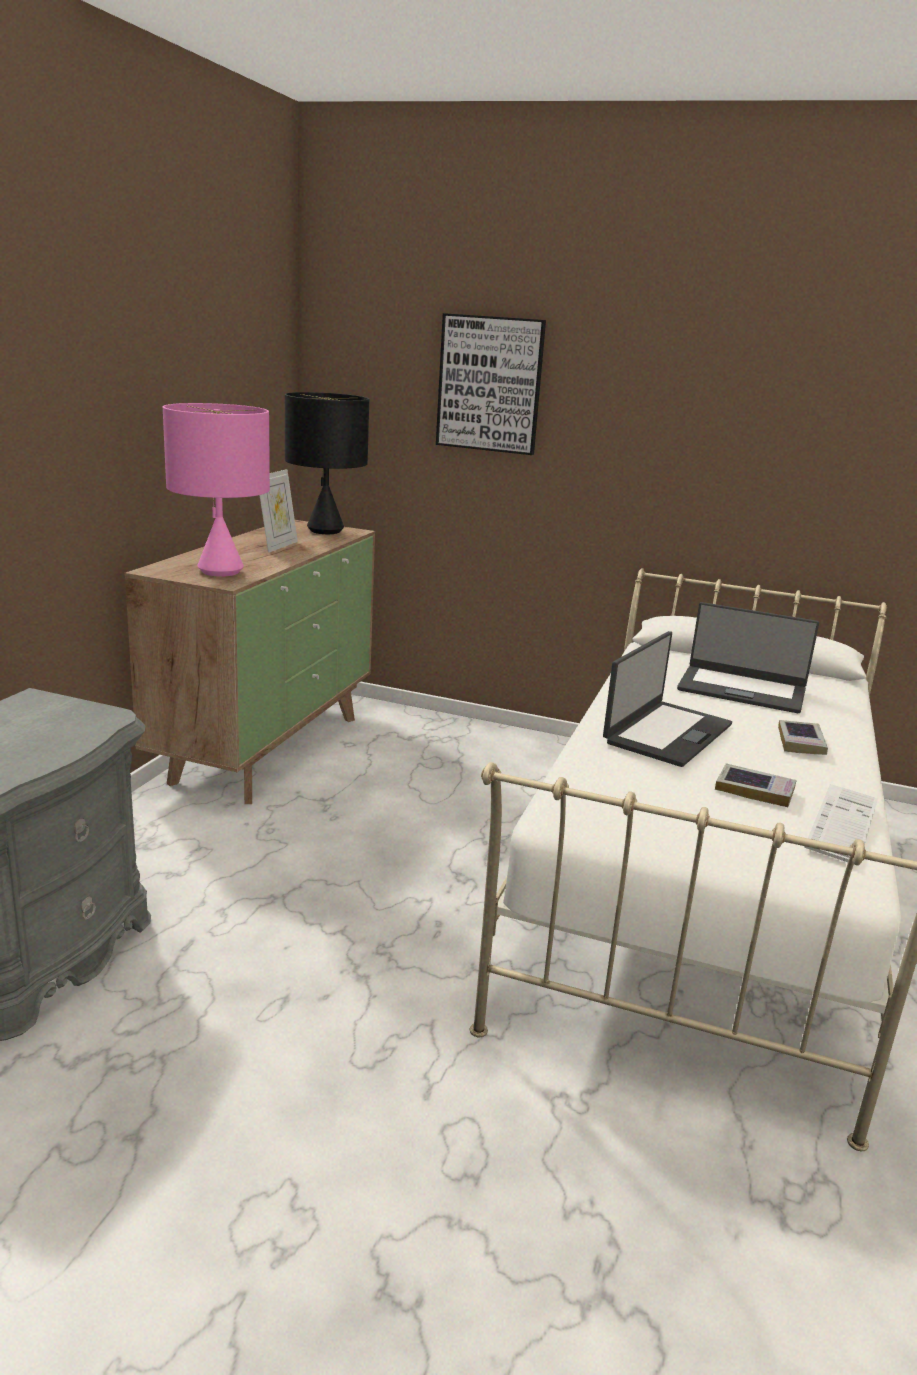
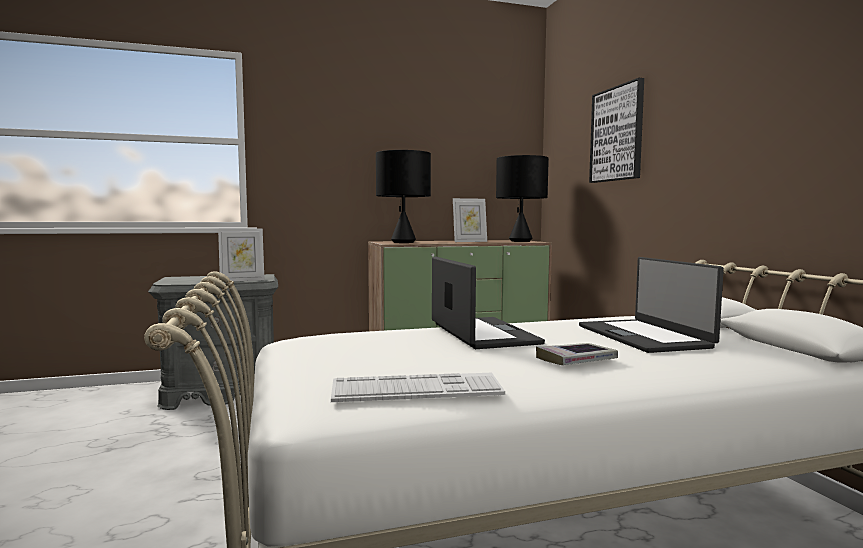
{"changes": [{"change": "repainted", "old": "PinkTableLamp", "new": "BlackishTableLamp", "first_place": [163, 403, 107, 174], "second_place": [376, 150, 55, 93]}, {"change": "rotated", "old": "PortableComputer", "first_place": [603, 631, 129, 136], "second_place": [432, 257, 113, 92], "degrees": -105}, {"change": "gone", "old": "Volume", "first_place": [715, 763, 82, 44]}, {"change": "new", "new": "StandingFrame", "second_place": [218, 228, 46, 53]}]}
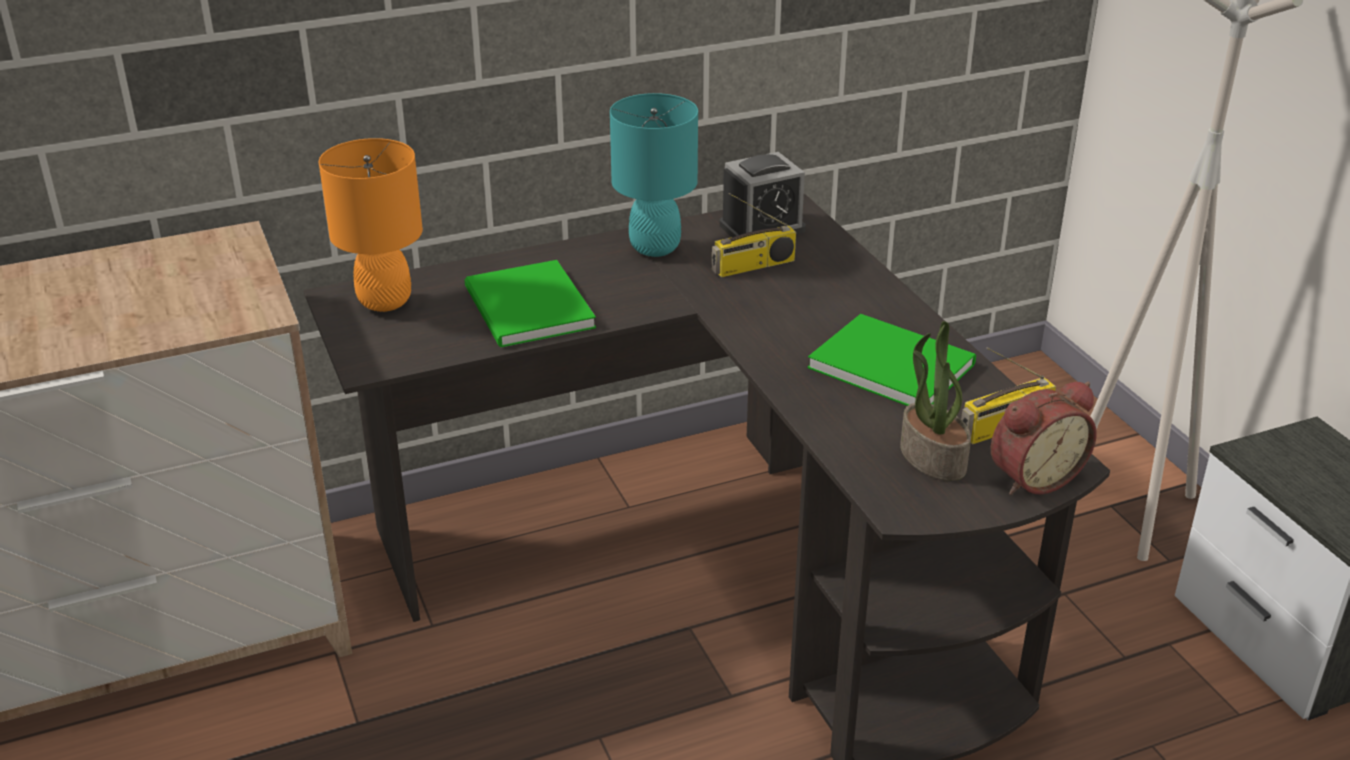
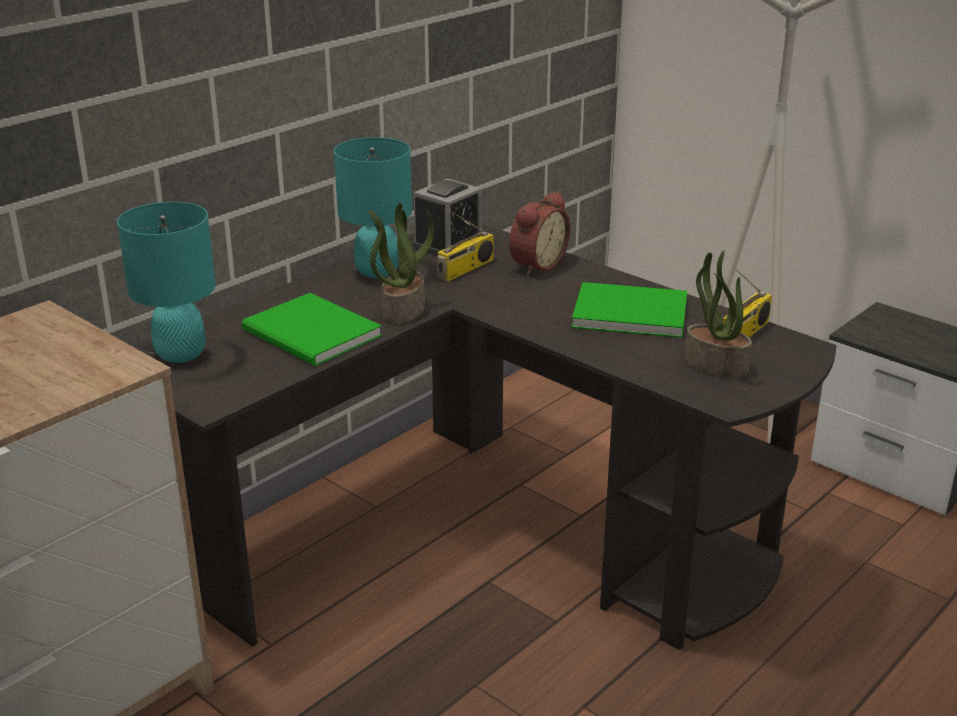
{"changes": [{"change": "repainted", "old": "OrangeTableLamp", "new": "TurquoiseColouredTableLamp", "first_place": [319, 138, 104, 174], "second_place": [117, 202, 99, 161]}, {"change": "shifted", "old": "BedsideClock", "first_place": [991, 382, 106, 113], "second_place": [509, 191, 61, 84]}, {"change": "new", "new": "PottedPlant", "second_place": [369, 203, 65, 121]}]}
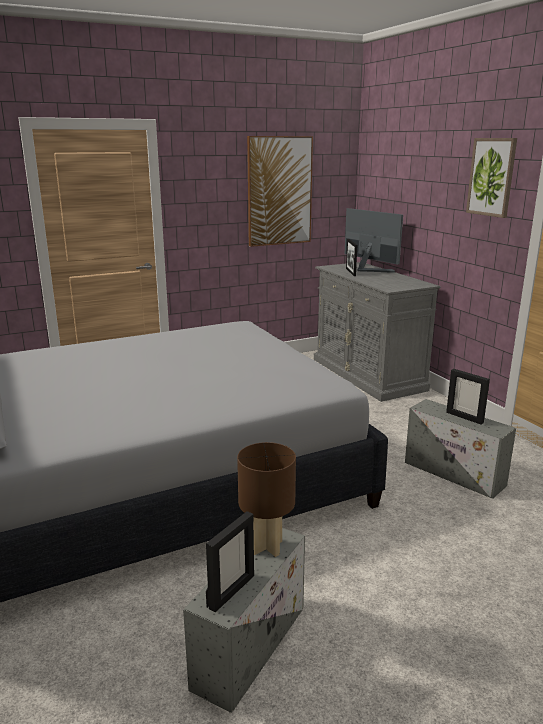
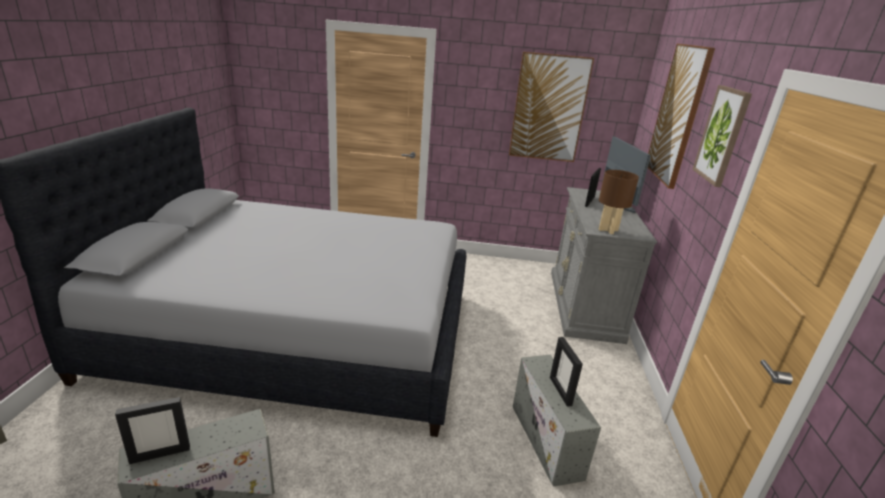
{"changes": [{"change": "shifted", "old": "BrownColouredTableLamp", "first_place": [237, 442, 59, 115], "second_place": [599, 170, 40, 64]}, {"change": "new", "new": "WallPicture", "second_place": [648, 44, 67, 145]}]}
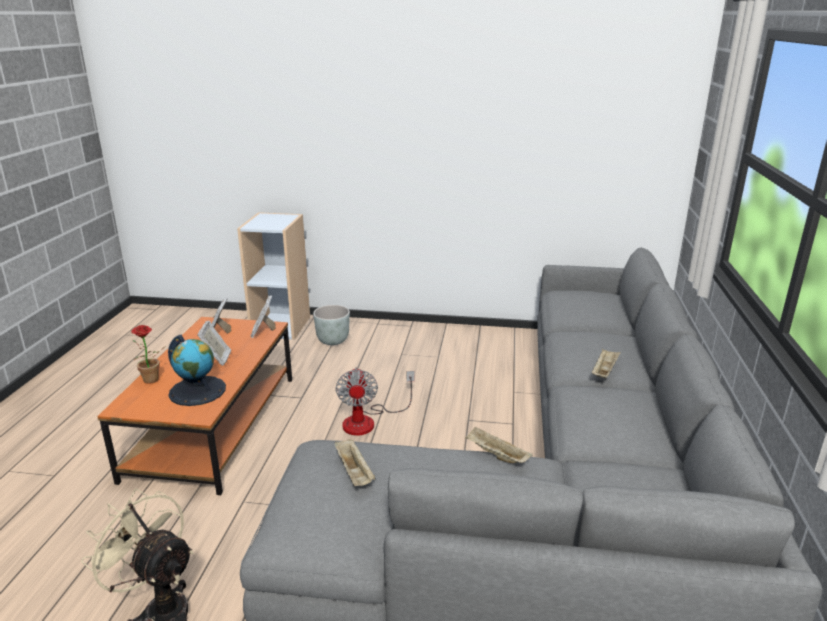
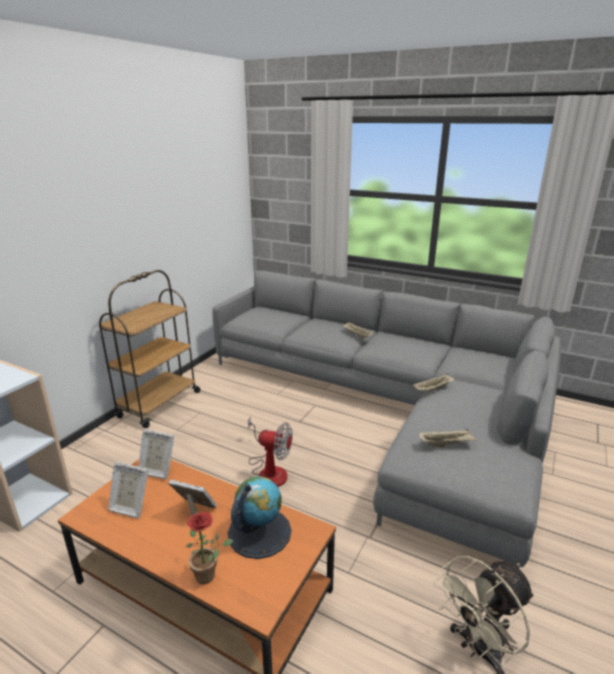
{"changes": [{"change": "gone", "old": "GreyFlowerPot", "first_place": [313, 305, 37, 40]}, {"change": "new", "new": "BrownColouredCart", "second_place": [99, 270, 102, 158]}]}
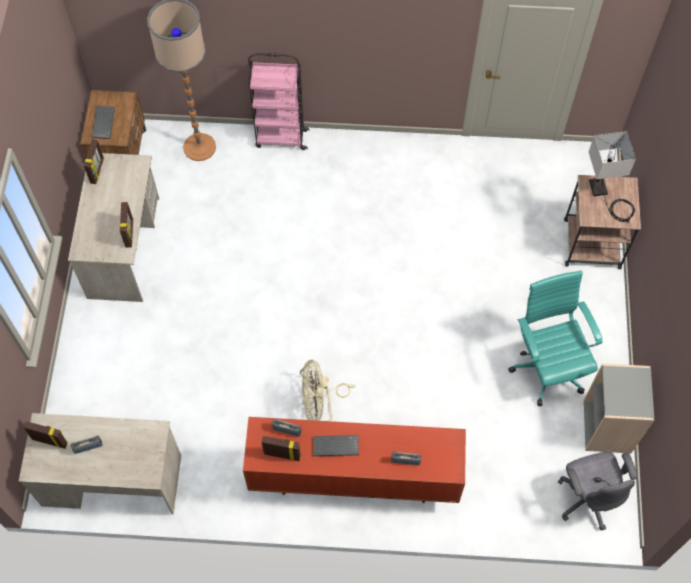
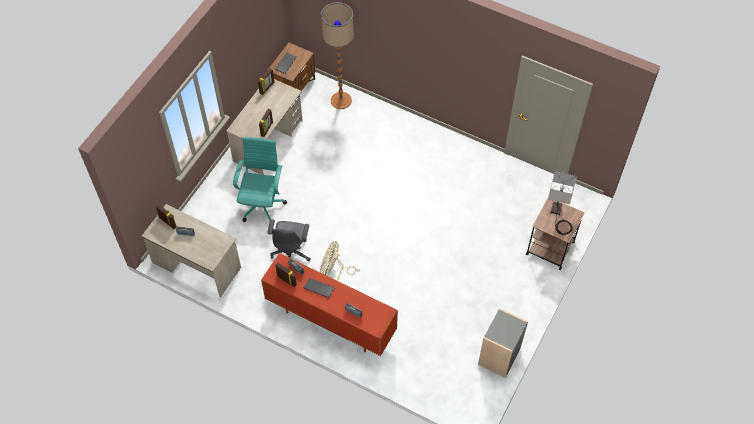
{"changes": [{"change": "gone", "old": "PinkCart", "first_place": [248, 53, 61, 97]}, {"change": "shifted", "old": "TurquoiseColouredOfficeChair", "first_place": [508, 271, 95, 135], "second_place": [233, 137, 54, 86]}, {"change": "shifted", "old": "GreyOfficeChair", "first_place": [558, 451, 80, 80], "second_place": [268, 219, 43, 42]}]}
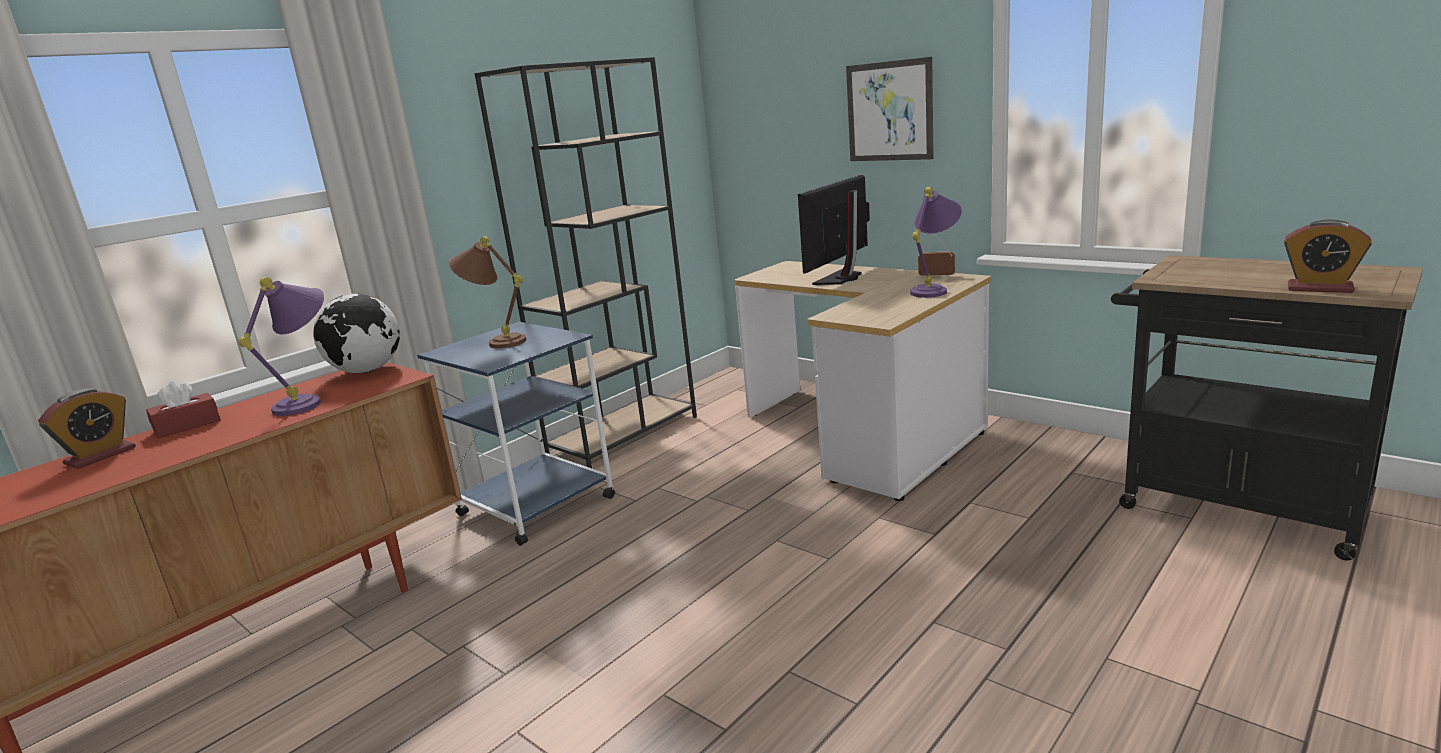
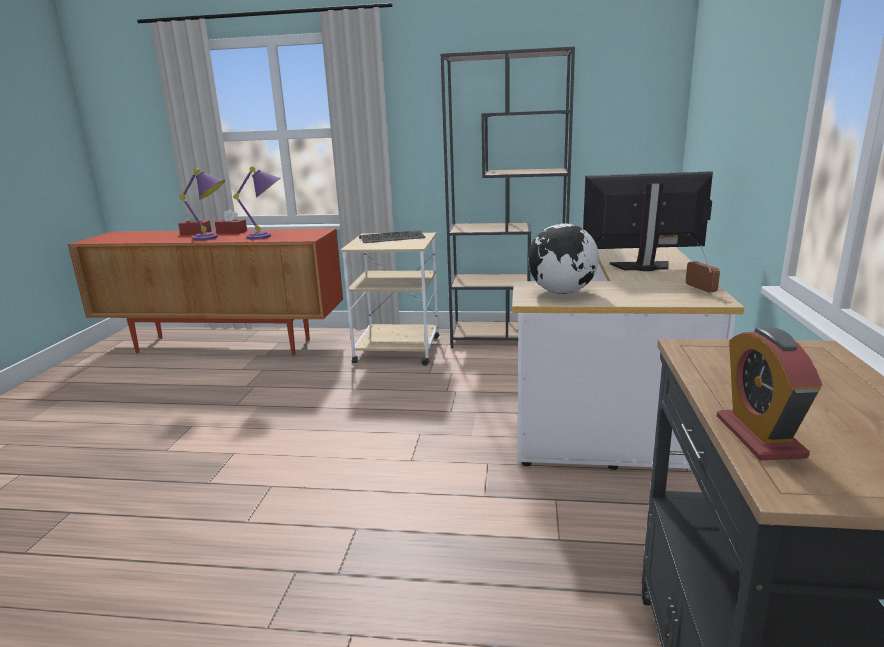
{"changes": [{"change": "swapped", "old": "BedsideClock", "new": "ReddishTissueBox", "first_place": [38, 388, 98, 81], "second_place": [178, 211, 33, 24]}, {"change": "shifted", "old": "Globe", "first_place": [313, 294, 87, 79], "second_place": [528, 223, 71, 71]}, {"change": "repainted", "old": "BlueCart", "new": "SandColouredCart", "first_place": [417, 322, 198, 224], "second_place": [340, 233, 99, 133]}, {"change": "swapped", "old": "BrownColouredTableLamp", "new": "PcKeyboard", "first_place": [449, 236, 77, 112], "second_place": [359, 230, 66, 13]}, {"change": "gone", "old": "WallPicture", "first_place": [846, 57, 88, 104]}, {"change": "shifted", "old": "PurplishTableLamp", "first_place": [910, 187, 52, 111], "second_place": [179, 168, 46, 73]}]}
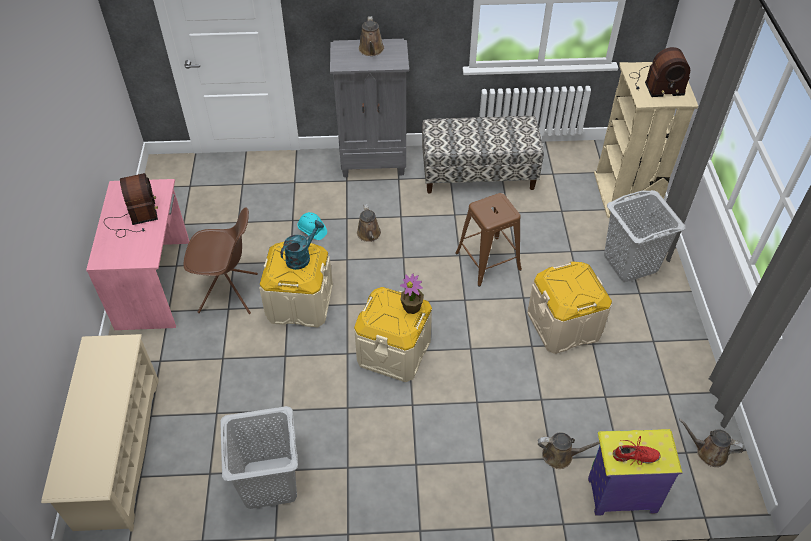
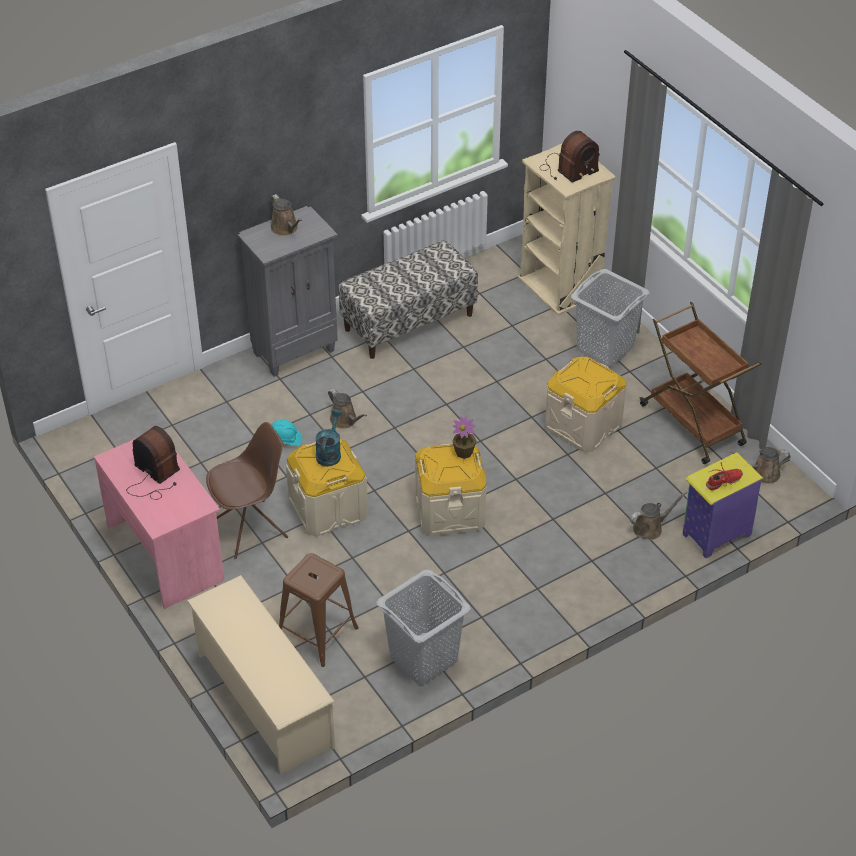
{"changes": [{"change": "shifted", "old": "BrownColouredStool", "first_place": [455, 193, 67, 94], "second_place": [279, 553, 79, 114]}, {"change": "new", "new": "BrownColouredCart", "second_place": [640, 302, 123, 162]}]}
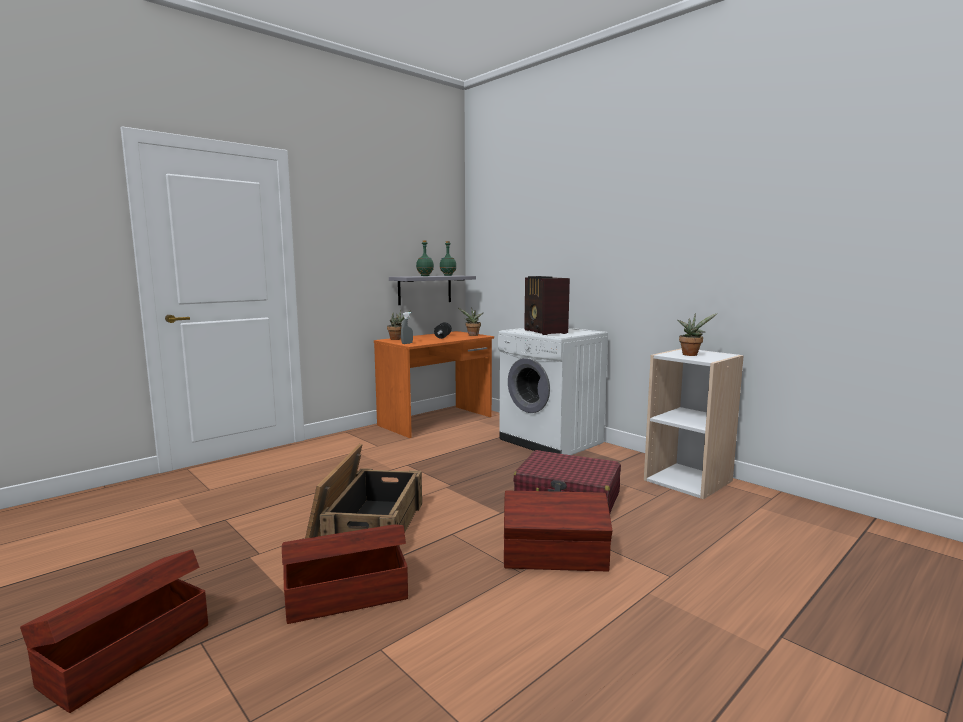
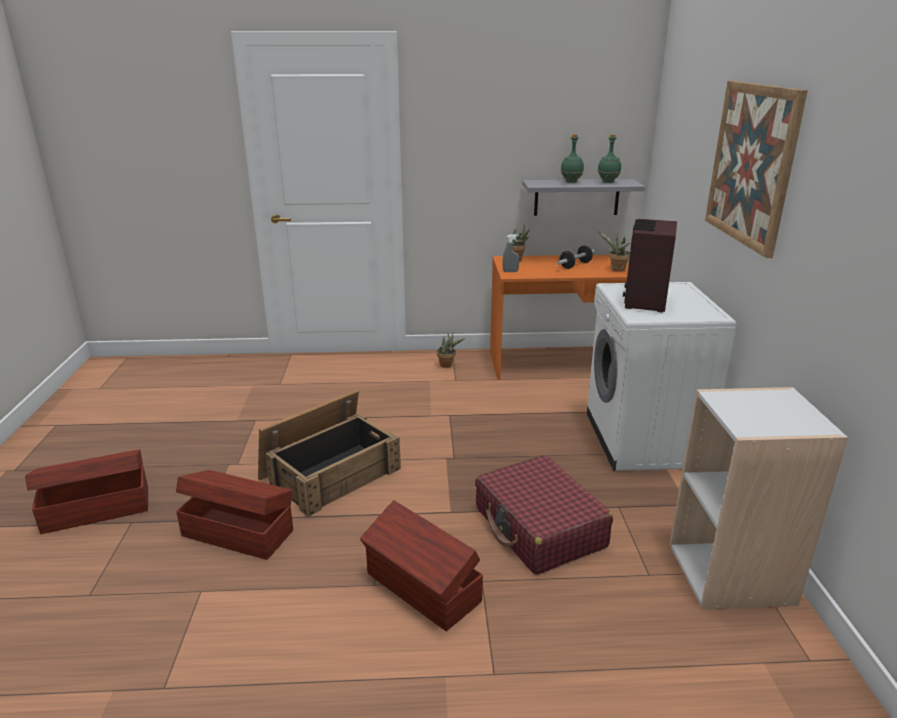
{"changes": [{"change": "shifted", "old": "PottedPlant", "first_place": [678, 313, 39, 43], "second_place": [437, 333, 28, 35]}, {"change": "new", "new": "WallPicture", "second_place": [705, 81, 103, 177]}]}
